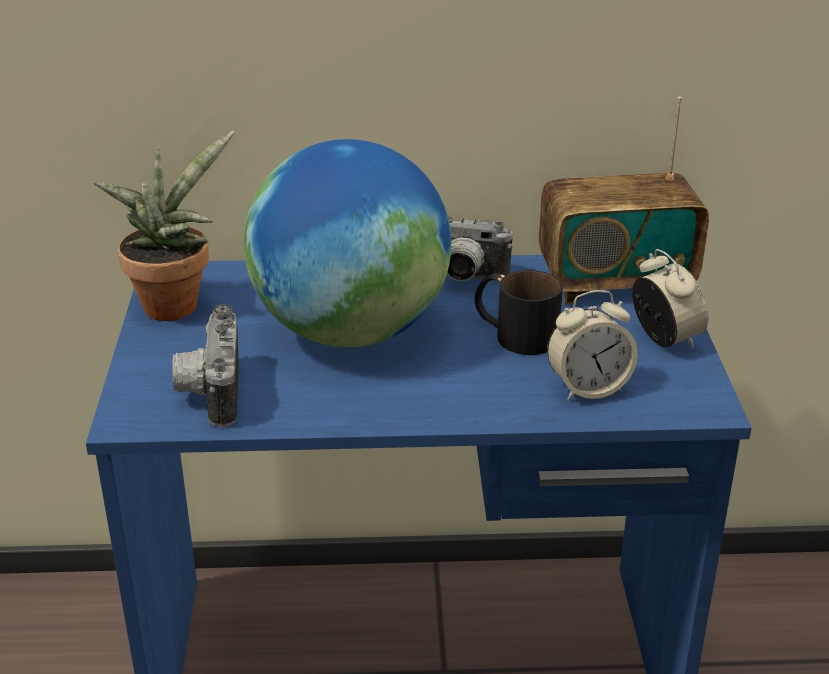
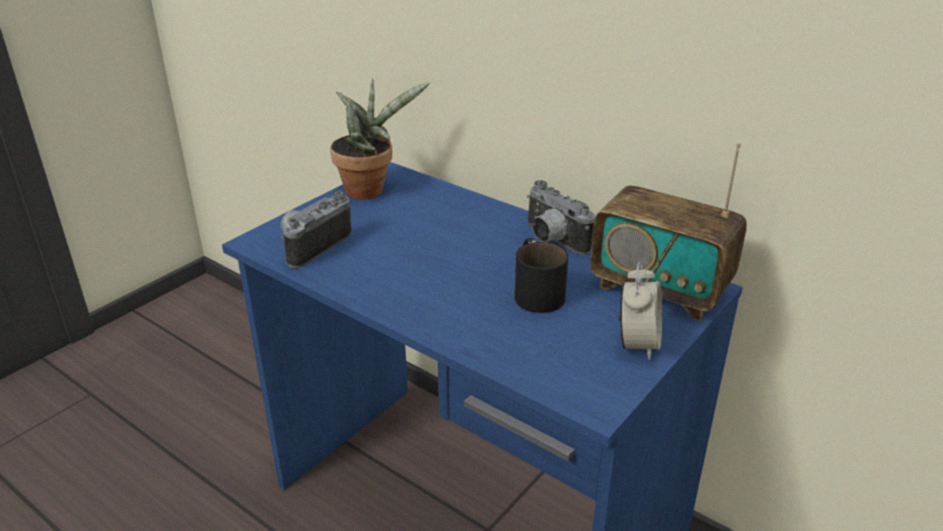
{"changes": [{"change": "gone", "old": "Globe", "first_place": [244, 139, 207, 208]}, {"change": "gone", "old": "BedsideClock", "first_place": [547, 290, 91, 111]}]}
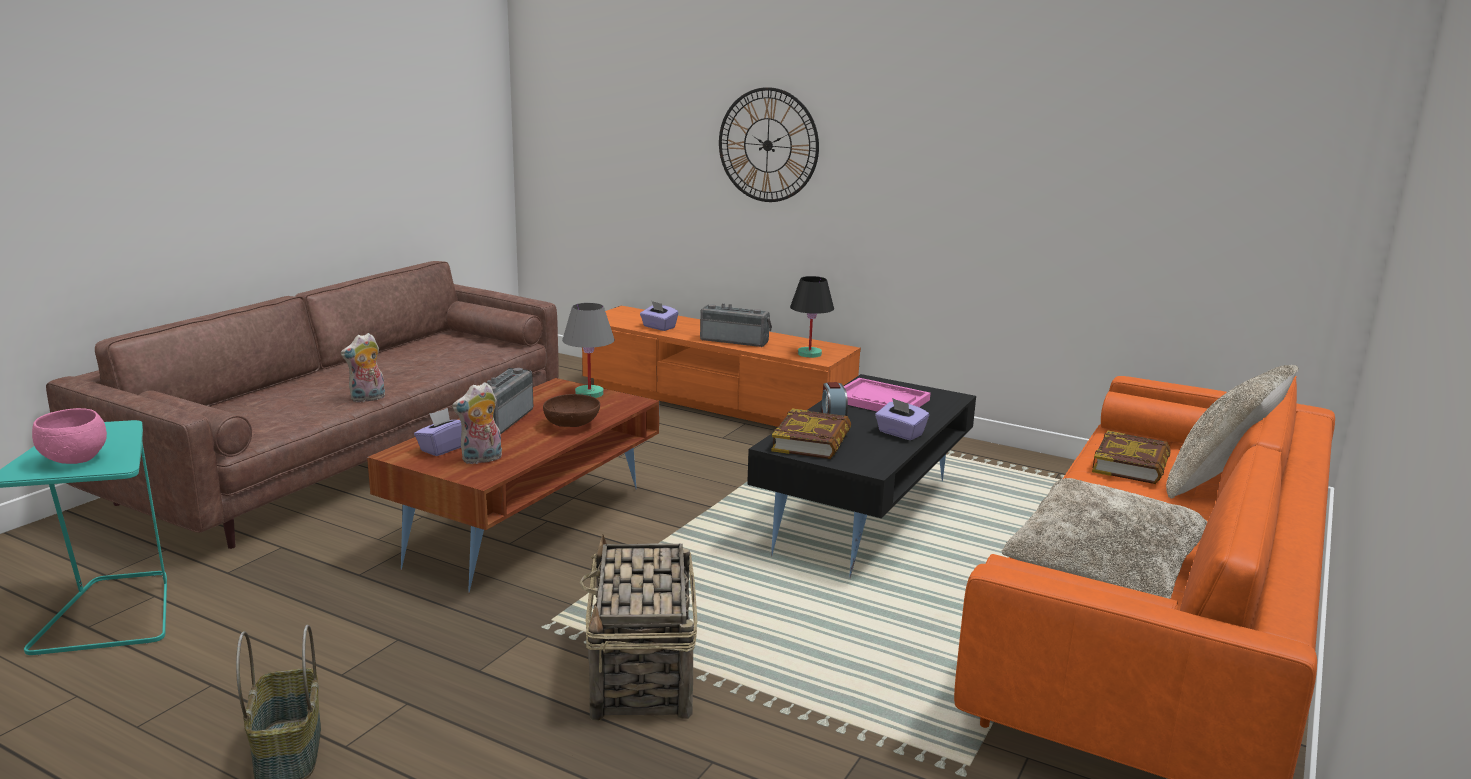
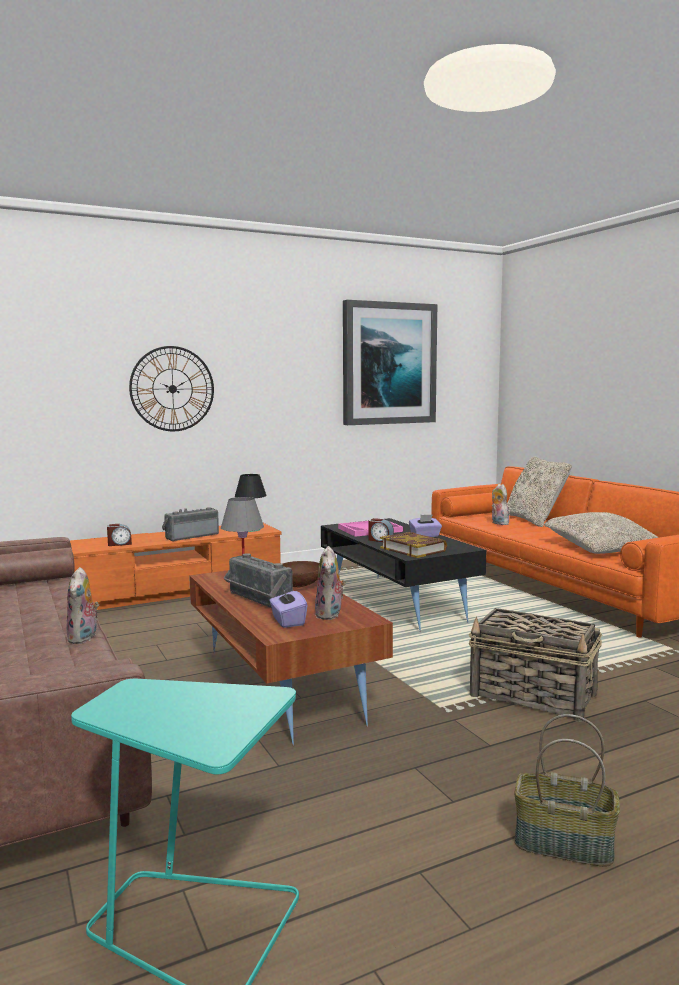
{"changes": [{"change": "gone", "old": "PinkBowl", "first_place": [32, 408, 75, 56]}, {"change": "swapped", "old": "PurplishTissueBox", "new": "BedsideClock", "first_place": [640, 301, 39, 30], "second_place": [107, 524, 25, 22]}, {"change": "swapped", "old": "Volume", "new": "CuddlyToy", "first_place": [1092, 431, 79, 53], "second_place": [492, 484, 19, 41]}, {"change": "new", "new": "WallPicture", "second_place": [343, 300, 94, 125]}]}
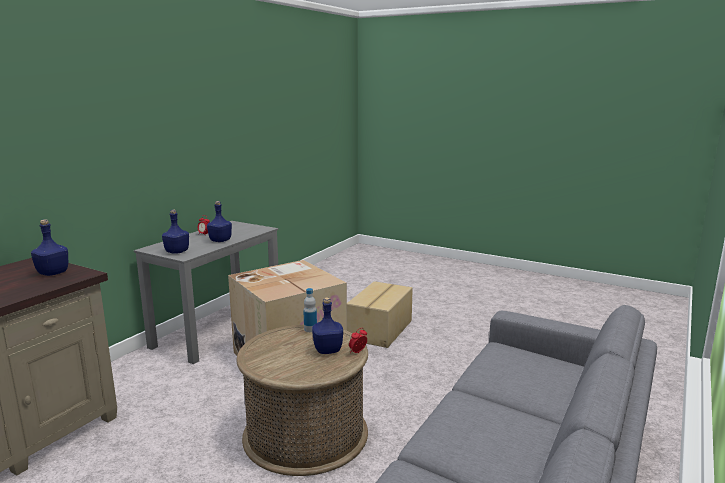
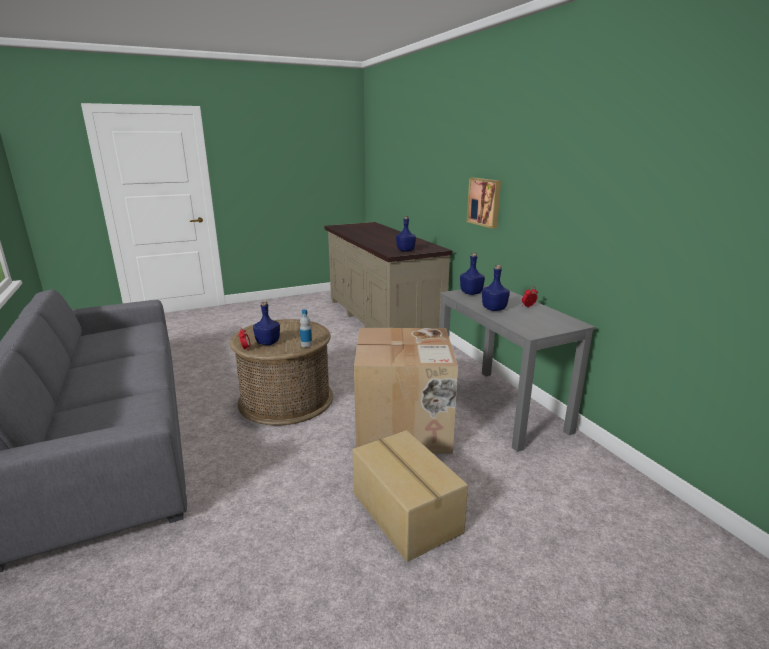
{"changes": [{"change": "new", "new": "WallPicture", "second_place": [467, 178, 34, 51]}]}
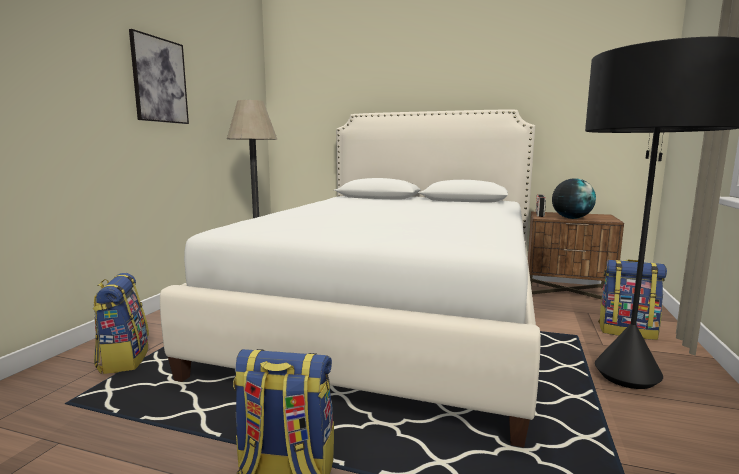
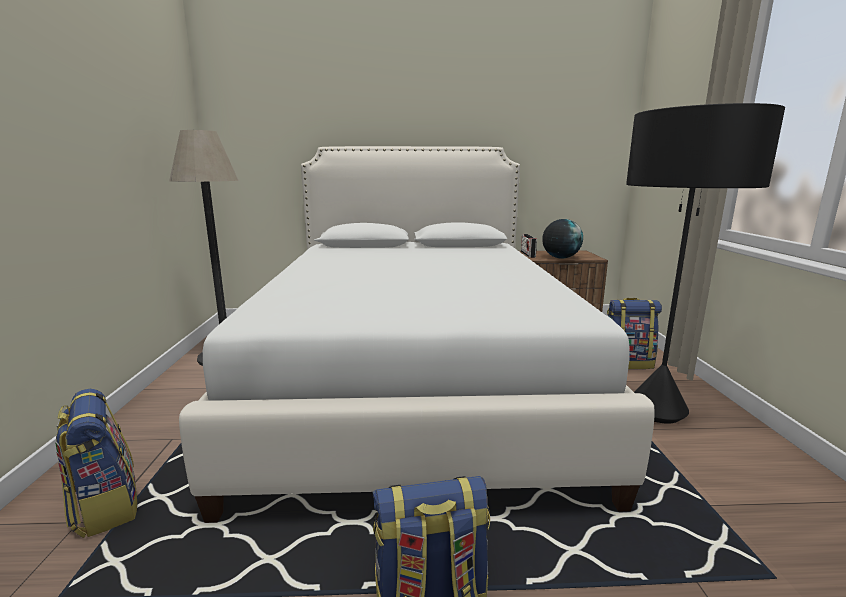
{"changes": [{"change": "gone", "old": "WallPicture", "first_place": [129, 29, 60, 95]}]}
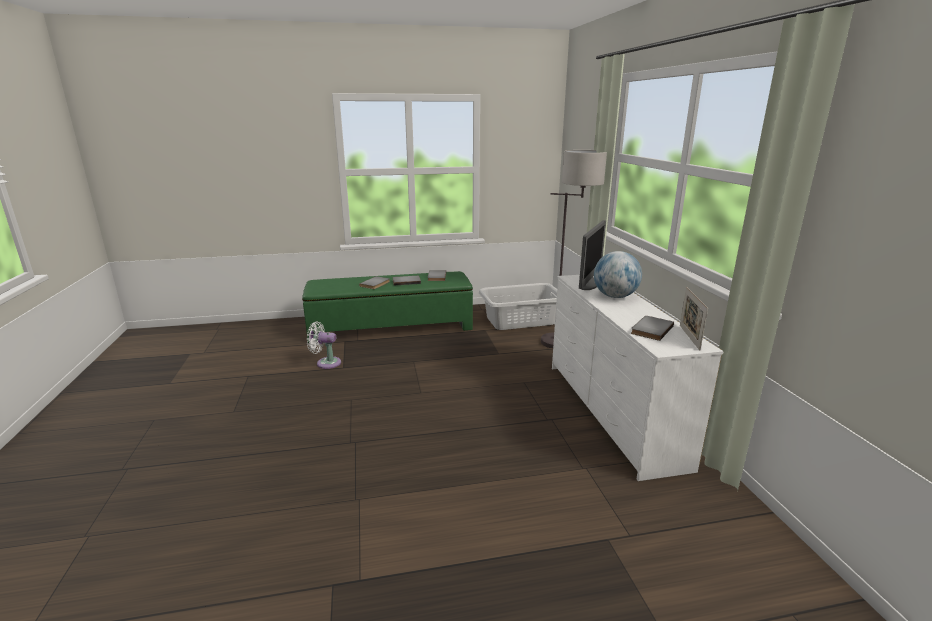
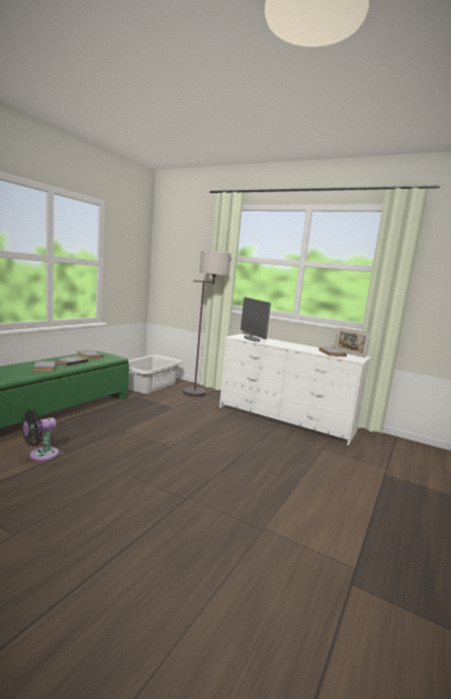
{"changes": [{"change": "repainted", "old": "WhiteColouredFan", "new": "BlackishFan", "first_place": [307, 322, 34, 47], "second_place": [22, 409, 37, 52]}, {"change": "gone", "old": "Globe", "first_place": [594, 251, 48, 47]}]}
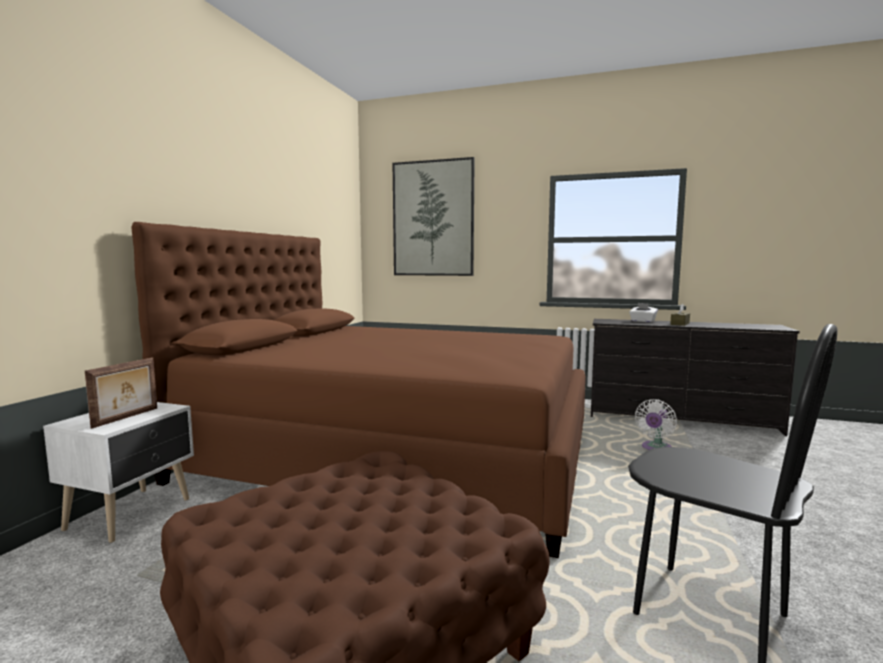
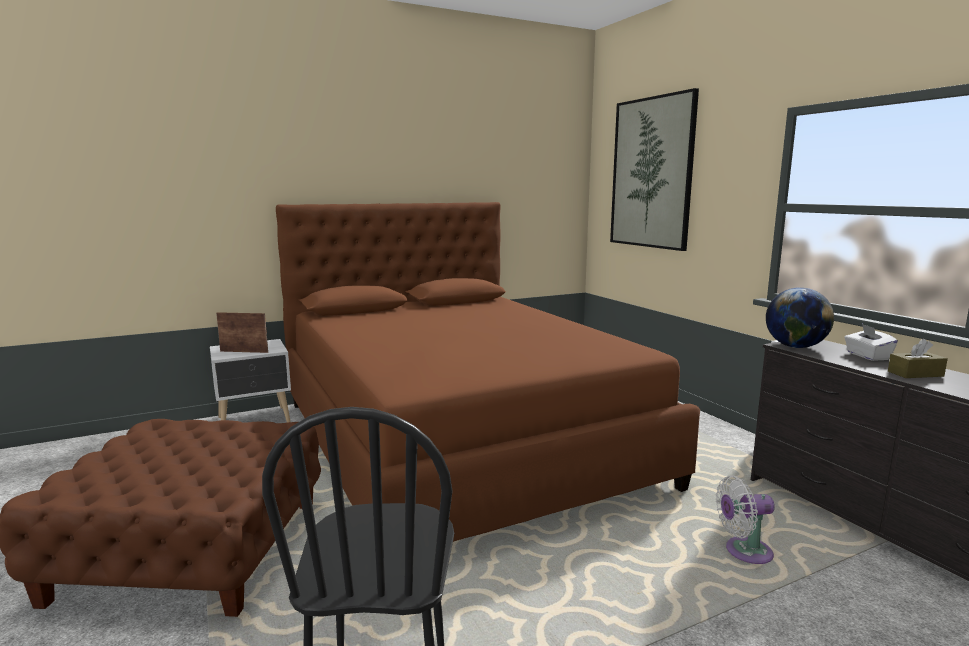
{"changes": [{"change": "rotated", "old": "StandingFrame", "first_place": [85, 357, 72, 72], "second_place": [216, 312, 52, 41], "degrees": -150}, {"change": "new", "new": "Globe", "second_place": [766, 287, 68, 61]}]}
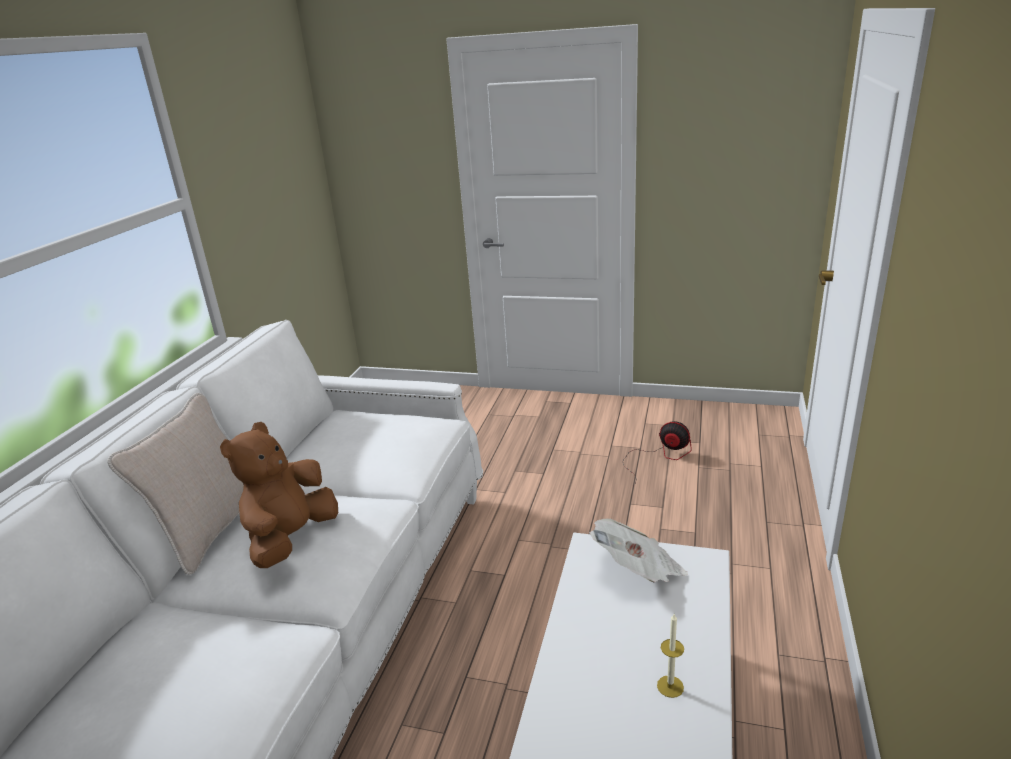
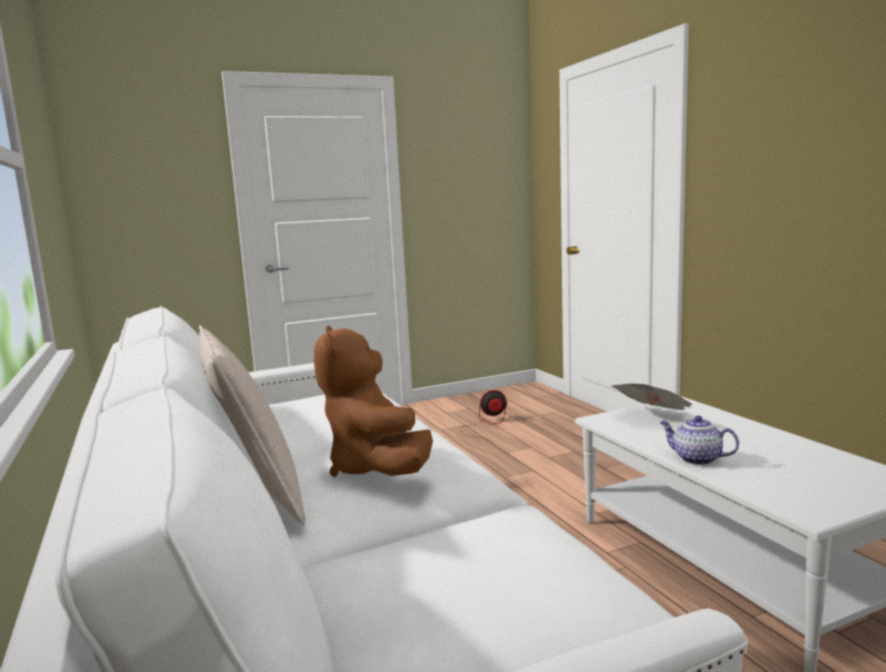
{"changes": [{"change": "gone", "old": "WaxCandle", "first_place": [657, 614, 27, 84]}, {"change": "new", "new": "TeaPot", "second_place": [660, 416, 79, 49]}]}
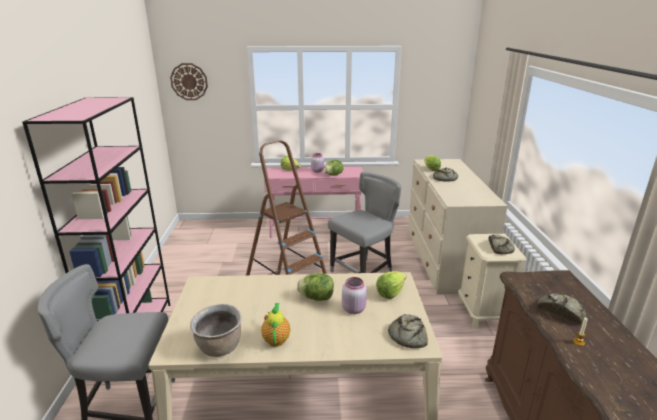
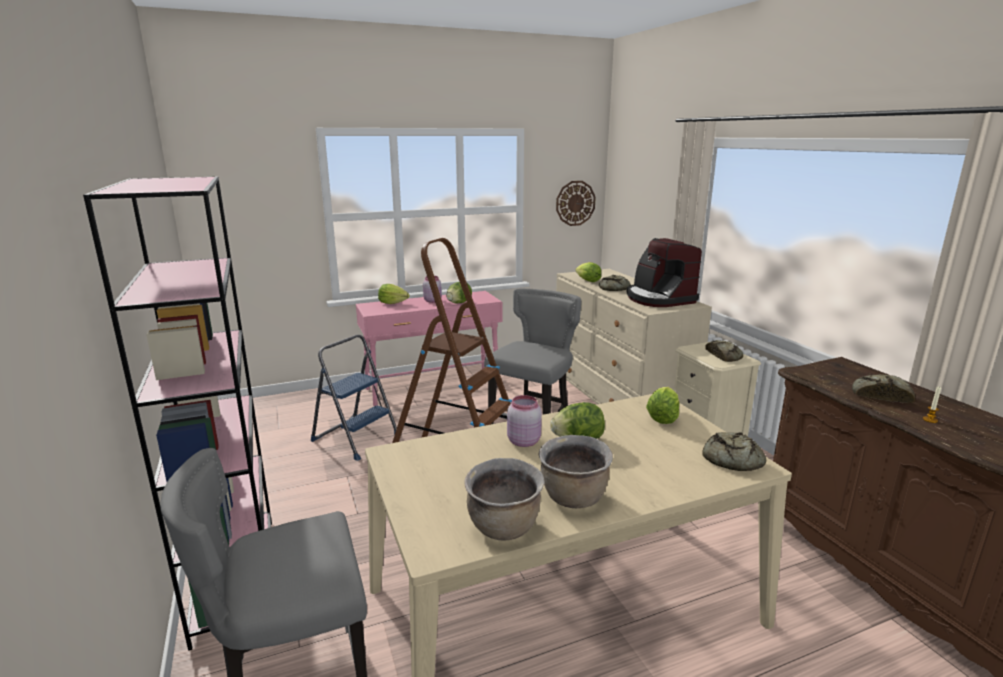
{"changes": [{"change": "shifted", "old": "WallClock", "first_place": [170, 63, 38, 37], "second_place": [556, 181, 40, 45]}, {"change": "swapped", "old": "TeaPot", "new": "BrownColouredCookingPot", "first_place": [261, 303, 29, 44], "second_place": [539, 435, 74, 73]}, {"change": "shifted", "old": "PinkStorageJar", "first_place": [342, 277, 25, 37], "second_place": [507, 395, 35, 52]}, {"change": "new", "new": "BlueStepladder", "second_place": [311, 335, 86, 126]}, {"change": "new", "new": "CoffeeMachine", "second_place": [627, 238, 75, 69]}]}
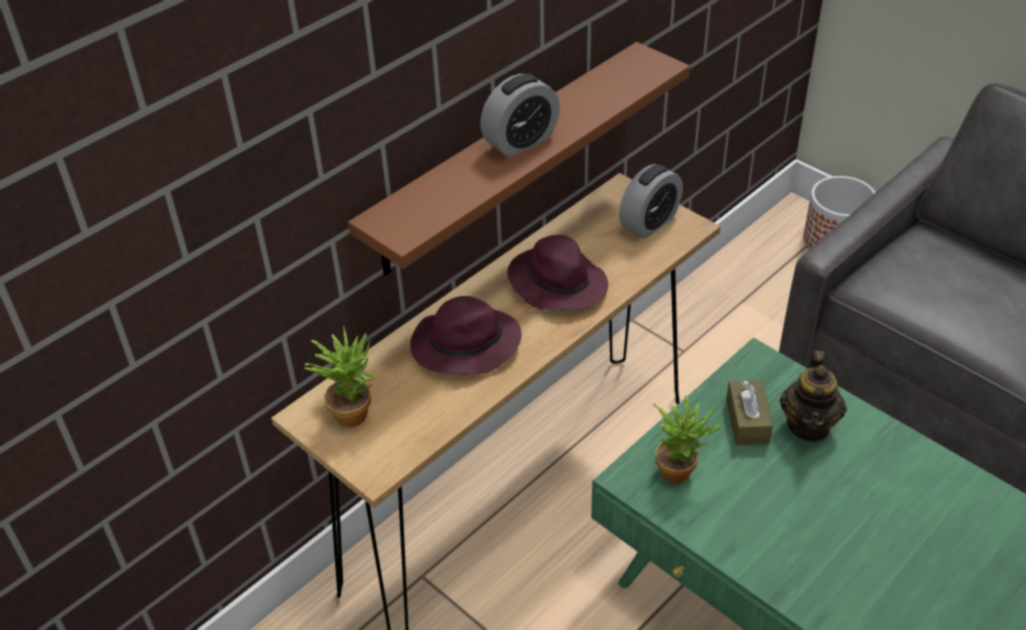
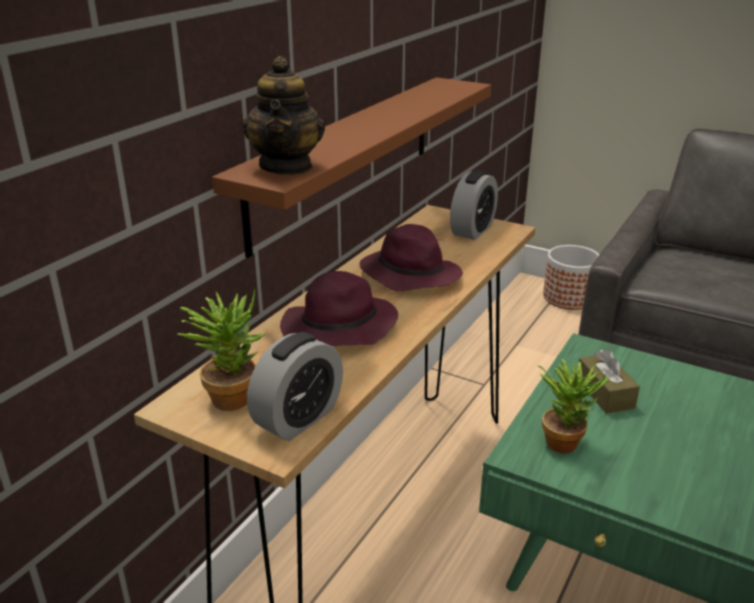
{"changes": [{"change": "shifted", "old": "BedsideClock", "first_place": [480, 74, 80, 84], "second_place": [247, 332, 96, 109]}, {"change": "shifted", "old": "TeaPot", "first_place": [780, 351, 67, 91], "second_place": [242, 56, 83, 119]}]}
